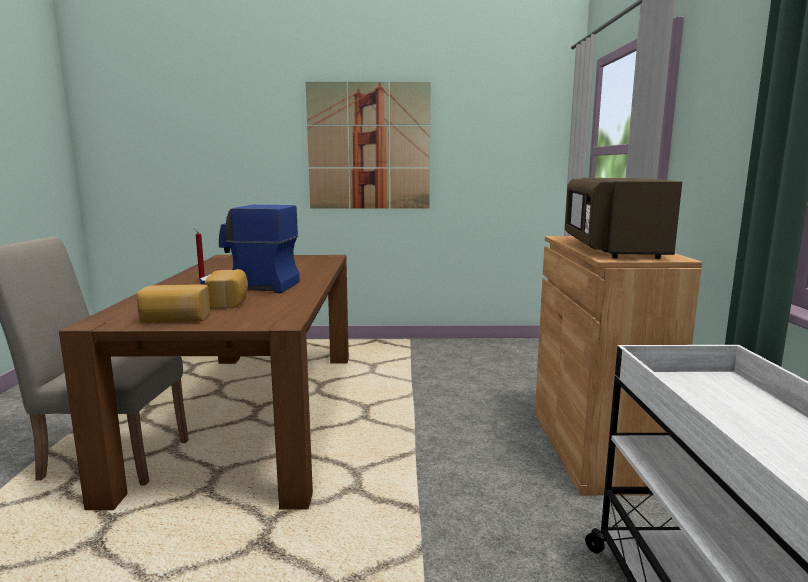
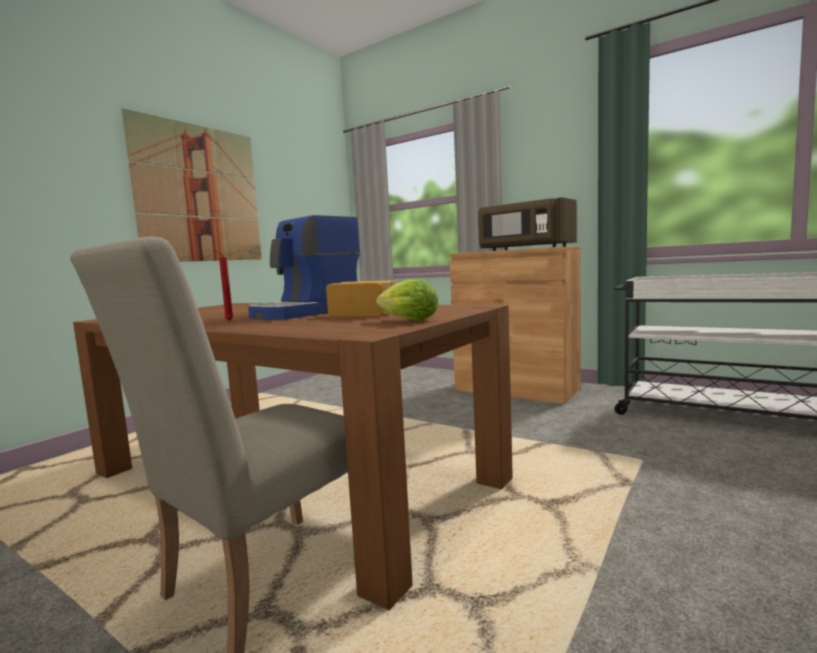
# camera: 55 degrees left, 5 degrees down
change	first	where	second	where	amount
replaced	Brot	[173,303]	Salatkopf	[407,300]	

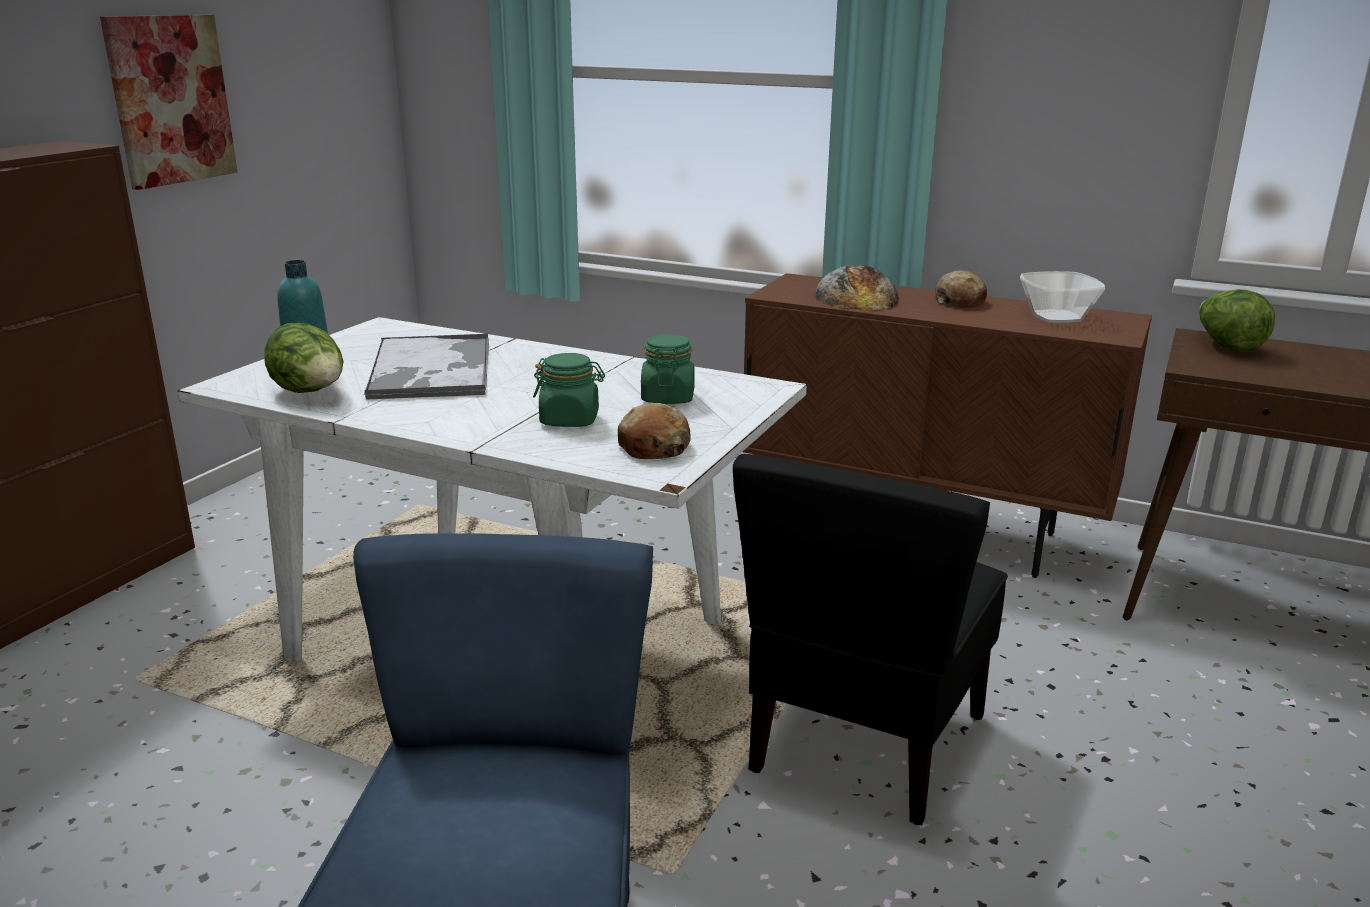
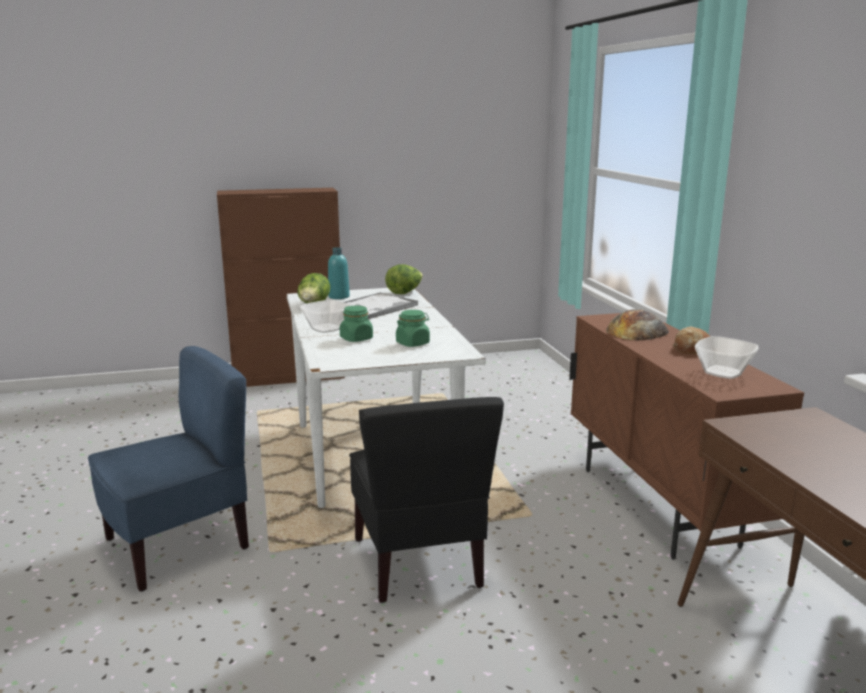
# camera: 50 degrees right, 5 degrees down
change	first	where	second	where	amount
removed	Bild	[169,102]			
moved	Salatkopf	[1237,320]		[404,279]	
removed	Brot	[654,431]			
turned	Stuhl [schwarz]	[870,640]		[426,500]	90 degrees counterclockwise
added			Schüssel	[325,316]	

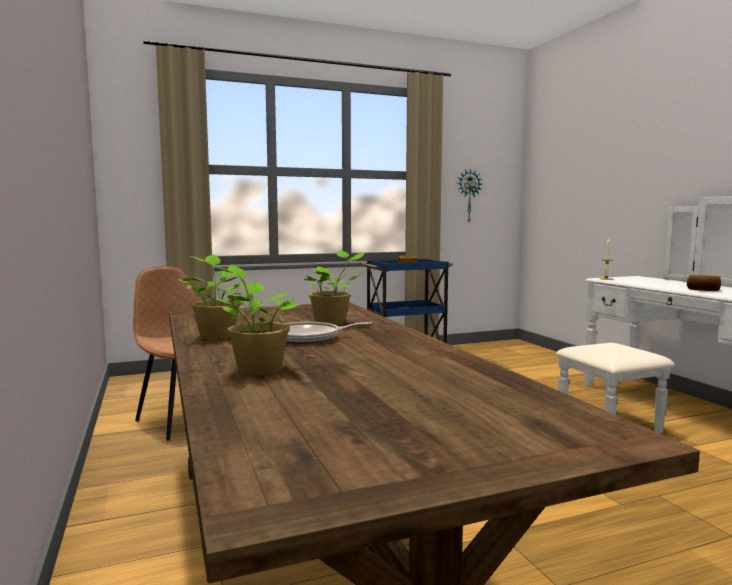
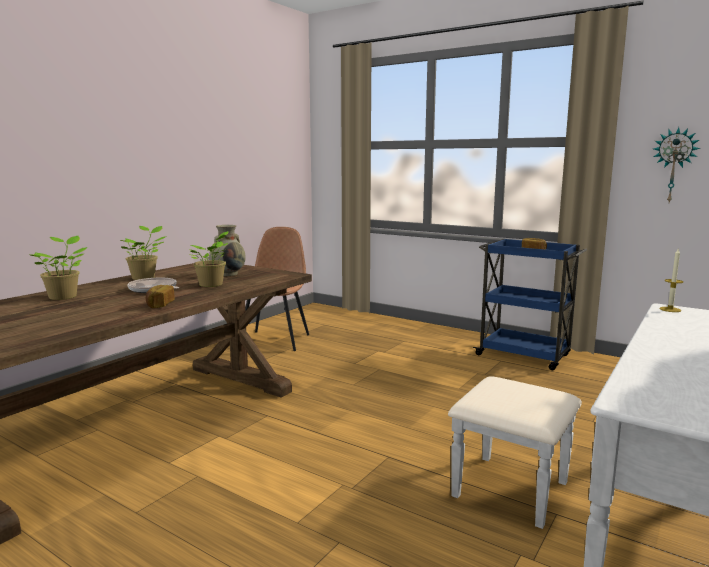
# camera: 55 degrees right, 5 degrees up
change	first	where	second	where	amount
moved	Brot	[704,283]		[160,296]	
added			Vase [beige]	[227,250]	

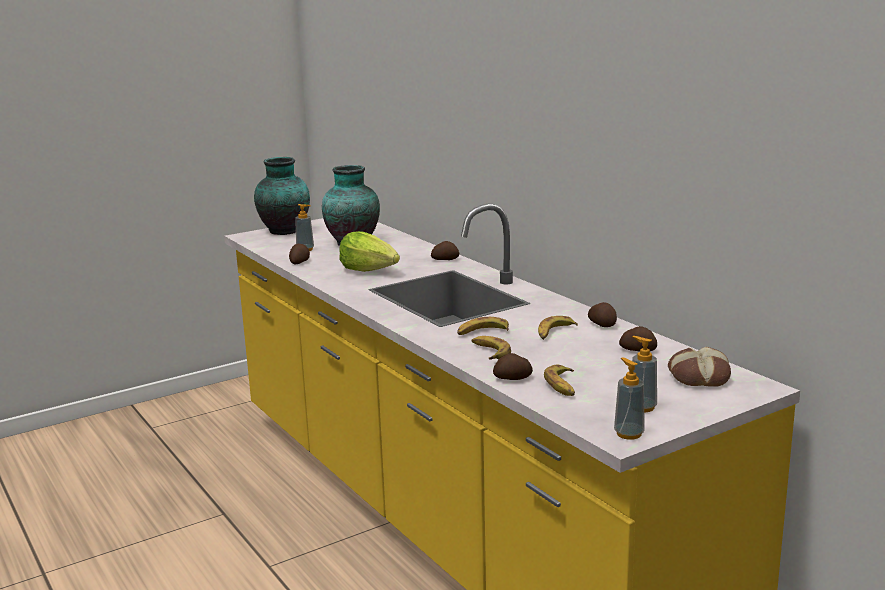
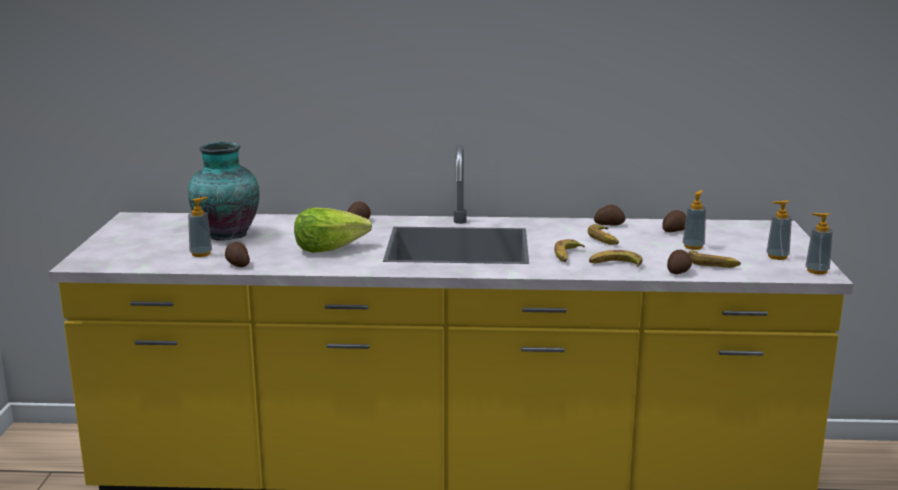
# camera: 55 degrees left, 0 degrees up
change	first	where	second	where	amount
removed	Vase	[282,196]			
removed	Brot	[699,367]			
added			Seifenspender	[694,220]	

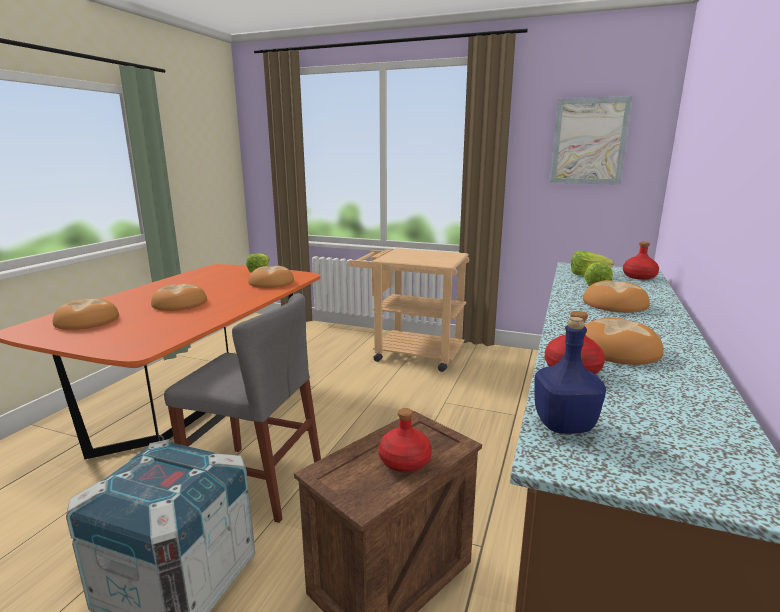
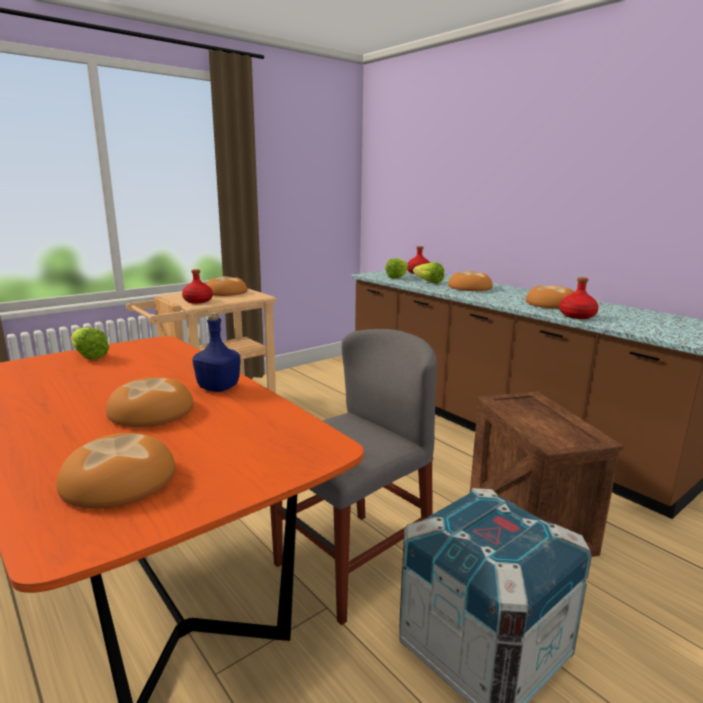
# camera: 60 degrees left, 0 degrees up
change	first	where	second	where	amount
removed	Bild	[591,140]			
moved	Brot	[271,277]		[227,286]	
moved	Flasche [blau]	[570,375]		[216,352]	
moved	Flasche [rot]	[405,440]		[197,286]	

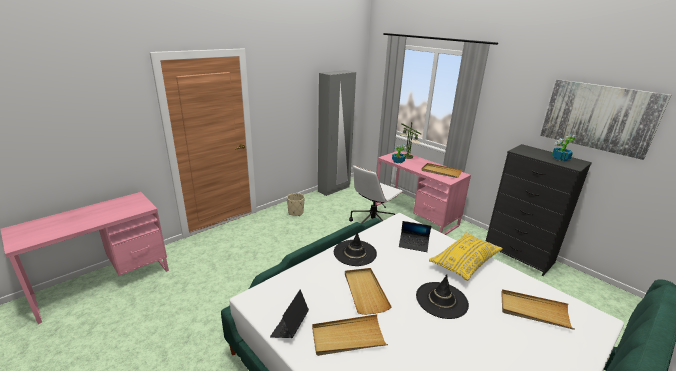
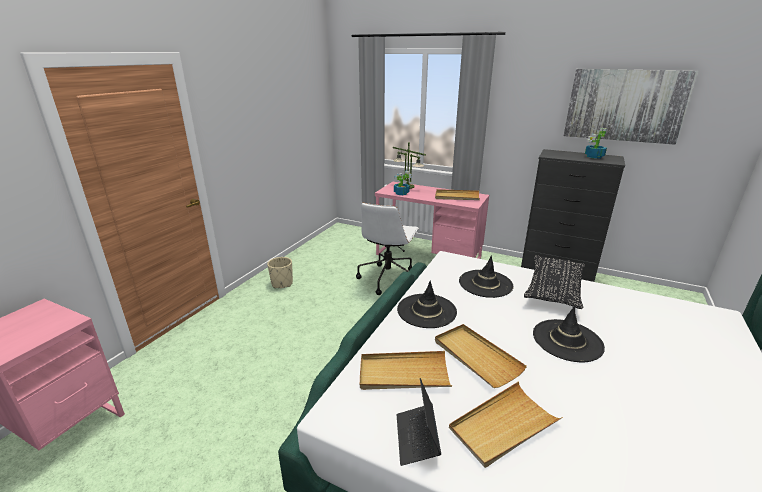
# camera: 20 degrees left, 0 degrees up
change	first	where	second	where	amount
removed	Kleiderschrank [grau]	[337,133]			
replaced	Laptop	[415,236]	Hut [schwarz]	[486,276]	
recoloured	Kissen [gelb]	[466,256]	Kissen [schwarz]	[554,282]	
moved	Tablett [beige]	[538,309]		[406,370]	

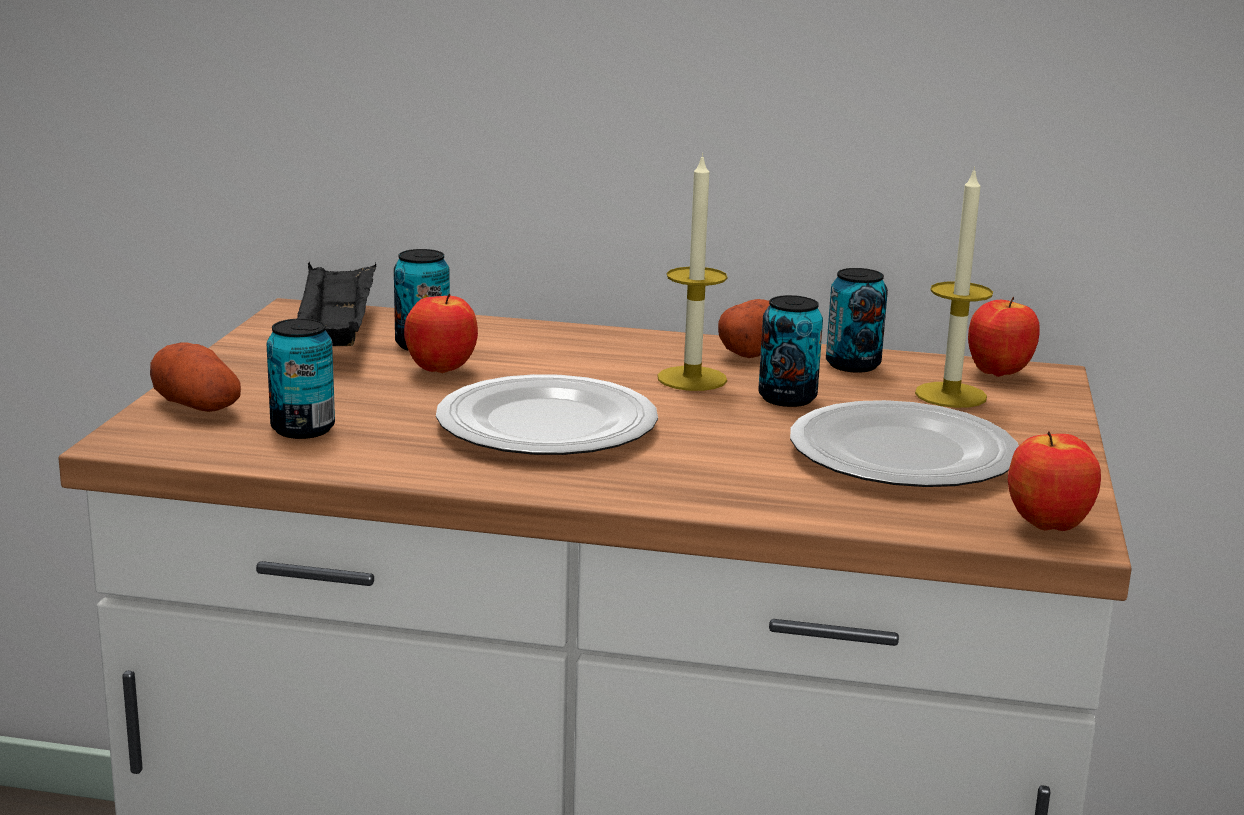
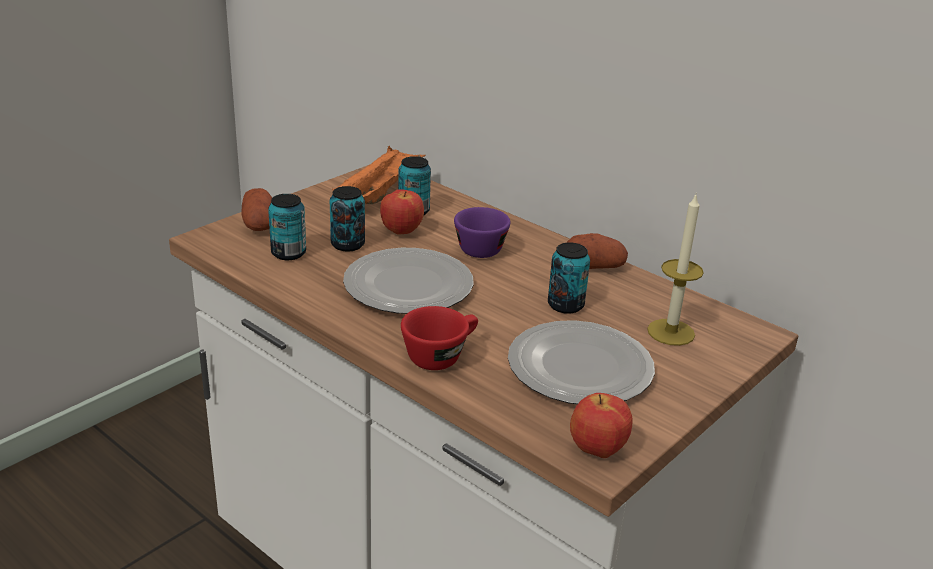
# camera: 30 degrees right, 10 degrees up
change	first	where	second	where	amount
removed	Kerze	[692,272]			
recoloured	Tablett [schwarz]	[336,304]	Tablett [orange]	[379,175]	
moved	Dose	[857,320]		[347,219]	
removed	Apfel	[1004,336]			
added			Tasse [lila]	[482,232]	
added			Tasse [rot]	[439,338]	

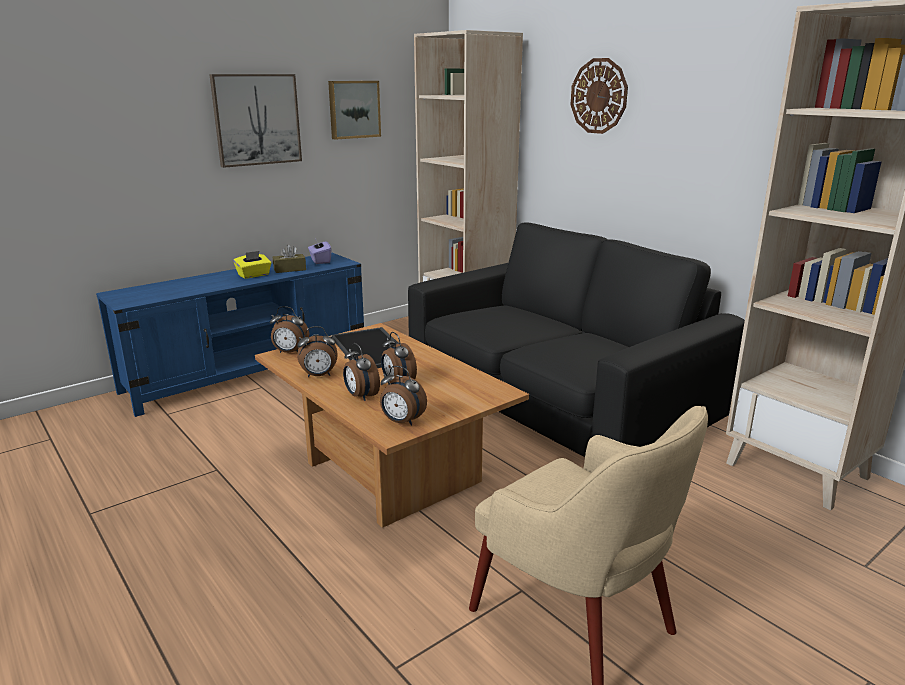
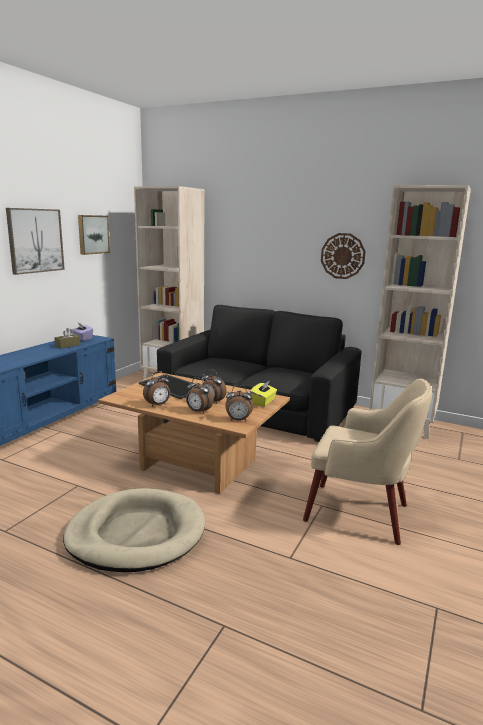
# camera: 25 degrees left, 5 degrees down
change	first	where	second	where	amount
moved	Wanduhr	[599,96]		[343,256]	
moved	Taschentuchbox [gelb]	[252,265]		[263,394]	
removed	Wecker	[289,329]			
added			Hundebett [beige]	[134,530]	

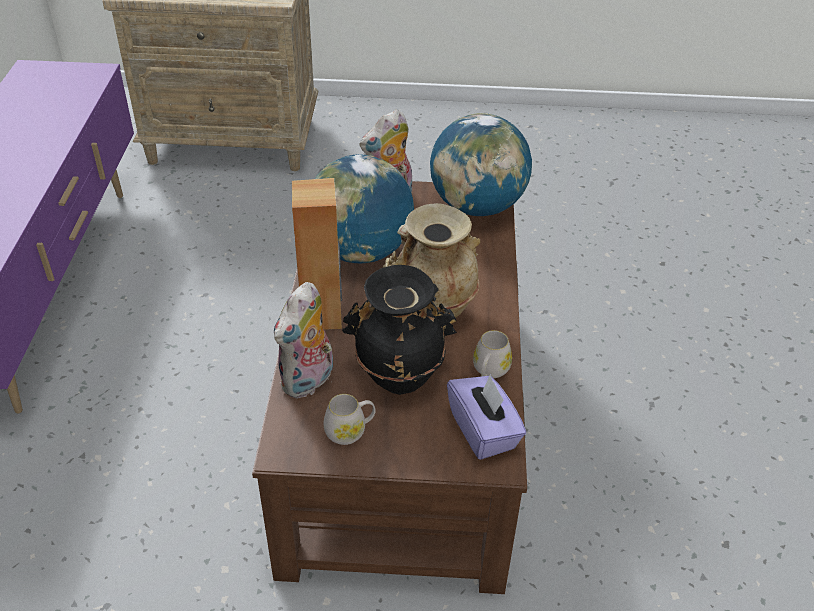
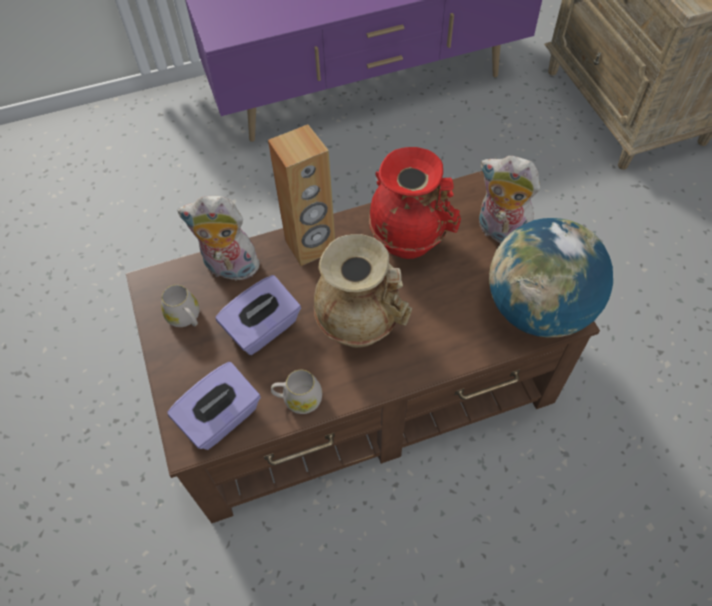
# camera: 70 degrees right, 15 degrees up
change	first	where	second	where	amount
replaced	Globus	[364,208]	Vase [rot]	[415,203]	
replaced	Vase [schwarz]	[399,330]	Taschentuchbox [lila]	[258,315]	

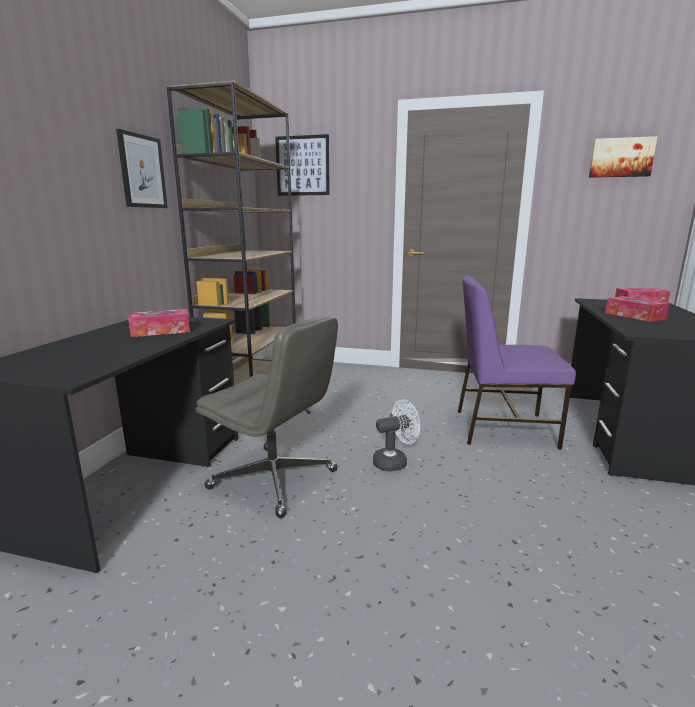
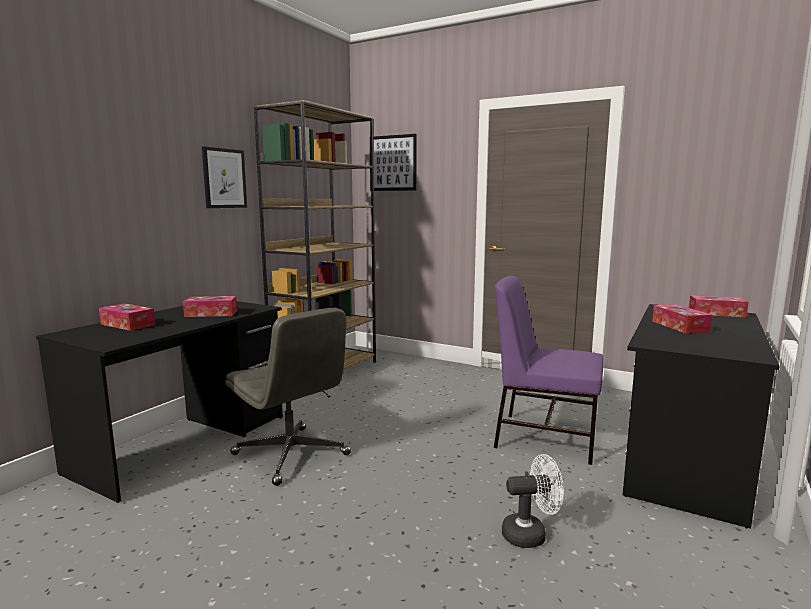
# camera: 15 degrees right, 5 degrees down
change	first	where	second	where	amount
removed	Bild	[623,157]			
moved	Ventilator [weiß]	[396,435]		[533,501]	
added			Taschentuchbox	[127,317]	

